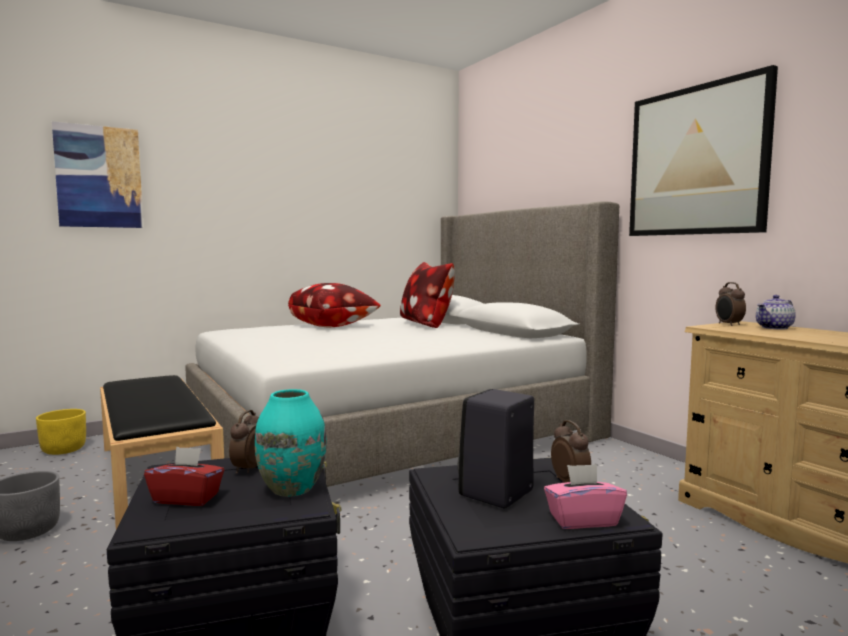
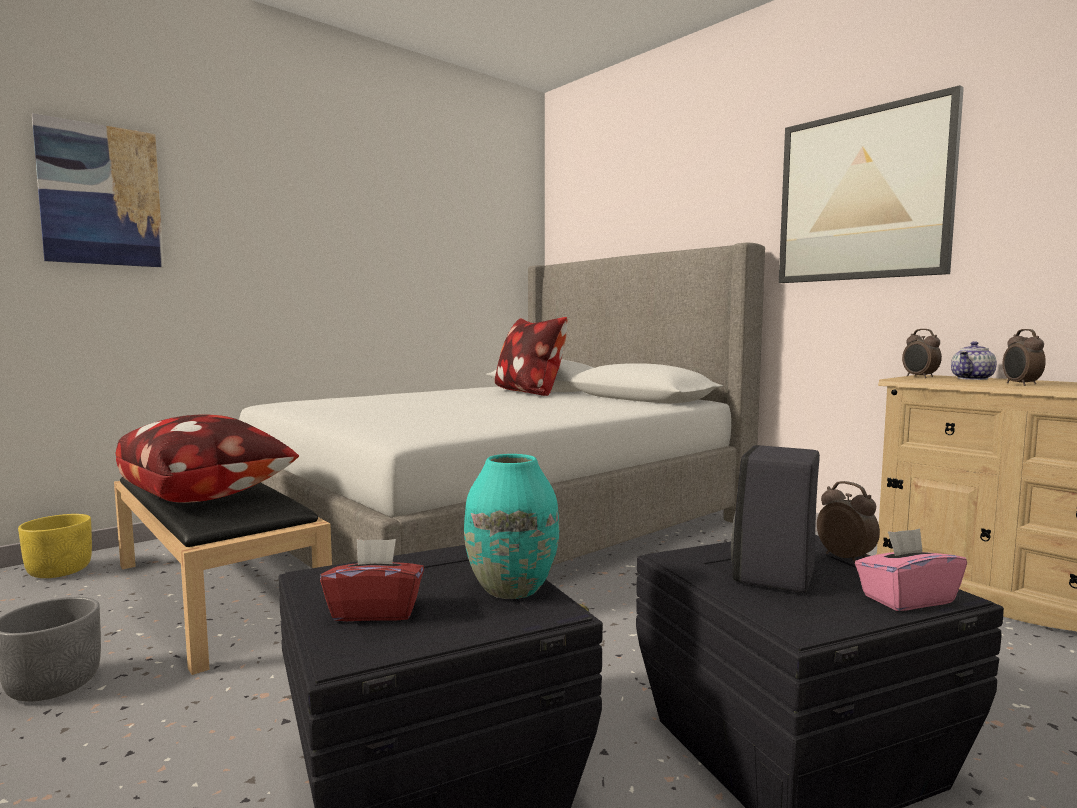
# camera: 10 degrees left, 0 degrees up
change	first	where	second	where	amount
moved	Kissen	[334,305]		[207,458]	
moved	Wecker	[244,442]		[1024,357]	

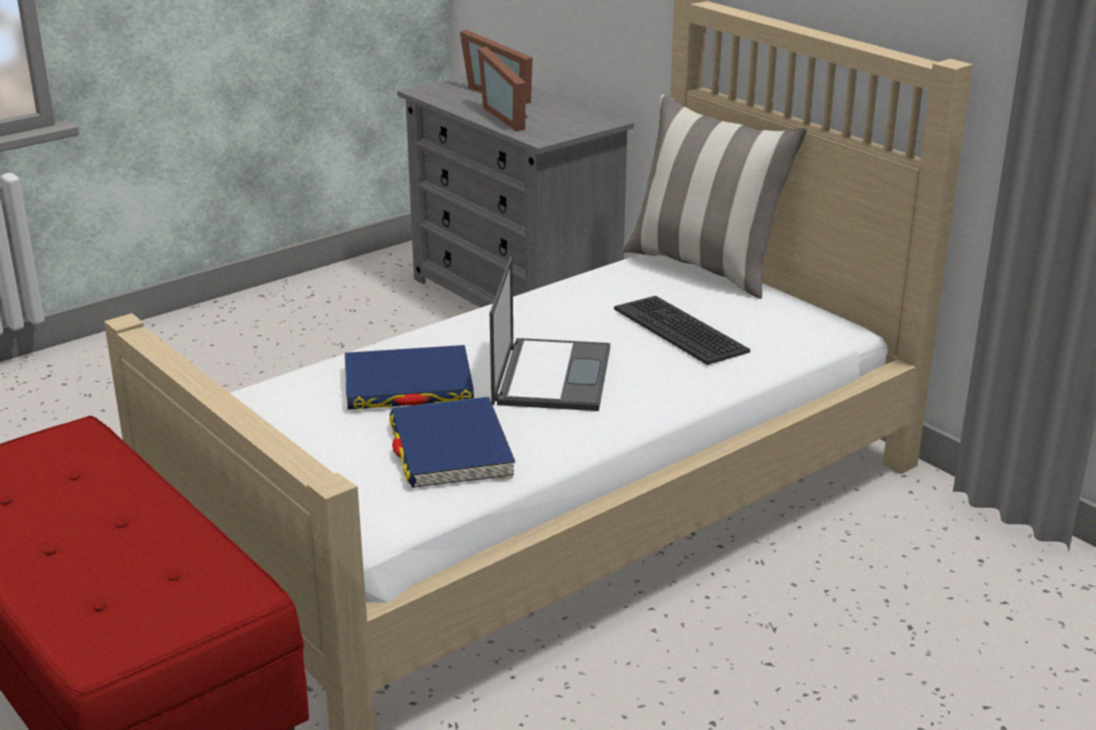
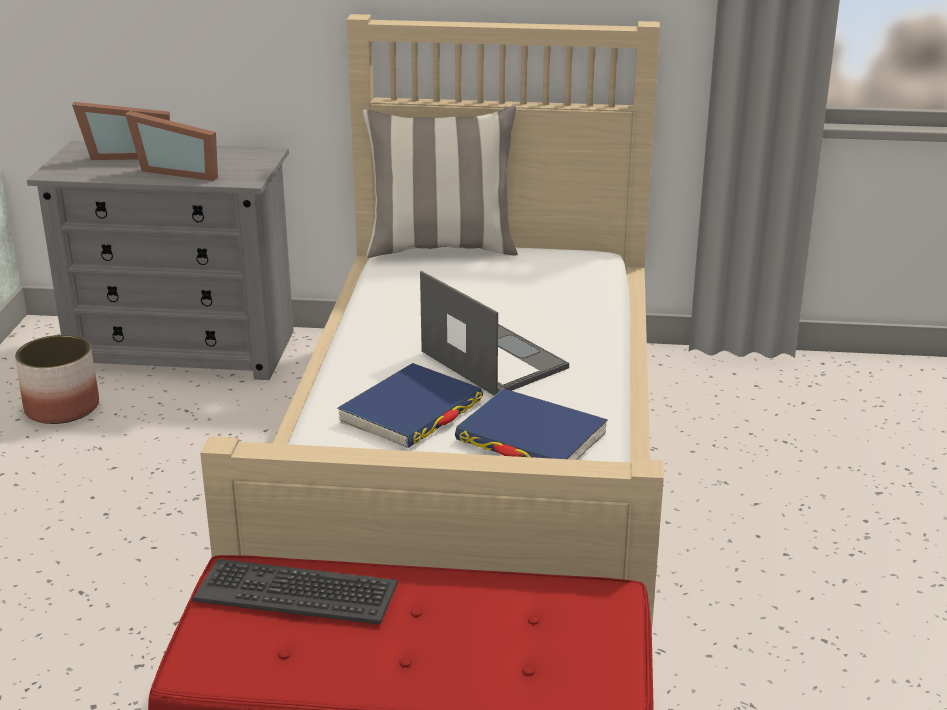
# camera: 45 degrees left, 0 degrees up
change	first	where	second	where	amount
moved	Tastatur	[682,330]		[295,592]	
added			Pflanzkübel	[57,379]	

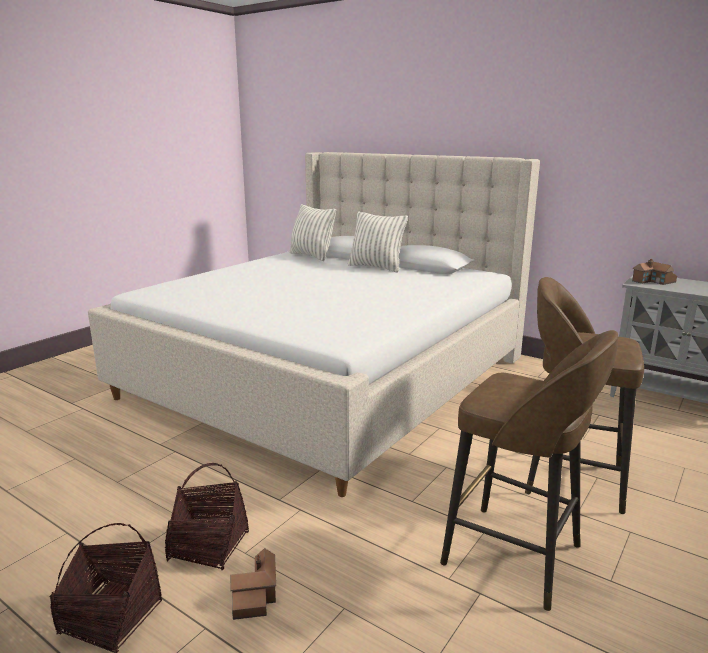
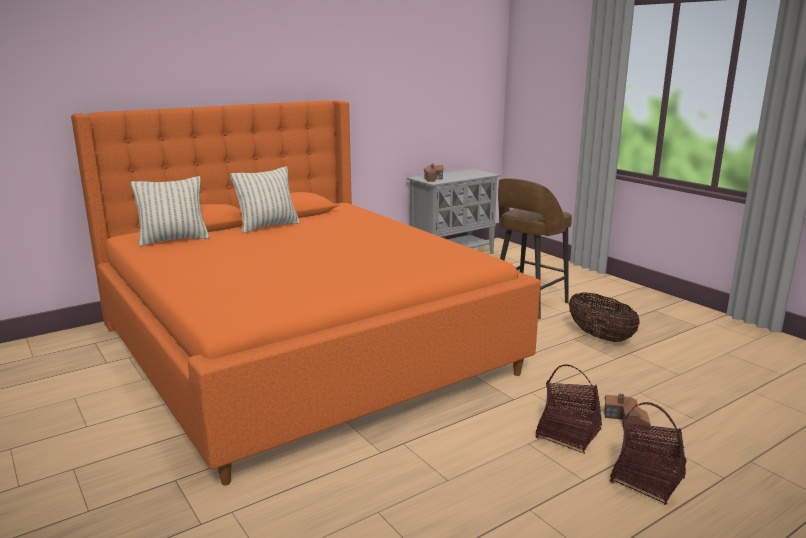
# camera: 70 degrees left, 0 degrees up
change	first	where	second	where	amount
recoloured	Bett [beige]	[314,324]	Bett [orange]	[306,292]	
replaced	Hocker [braun]	[529,470]	Korb	[604,317]	

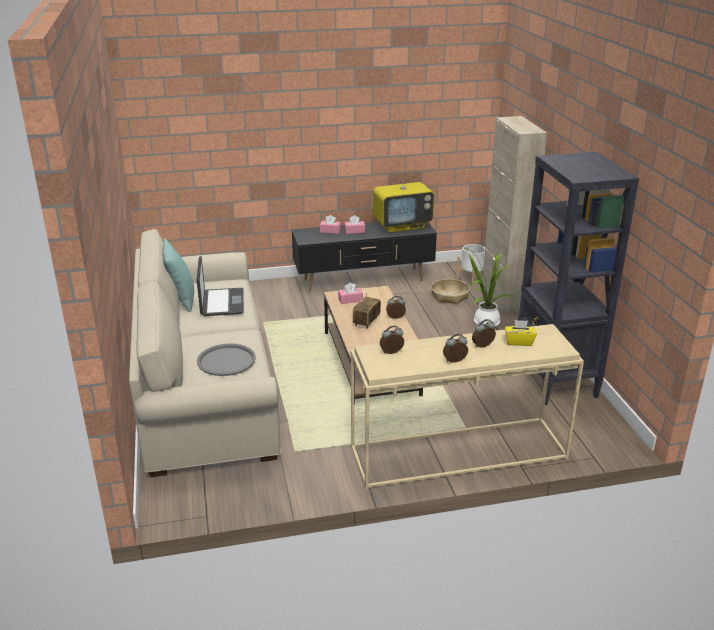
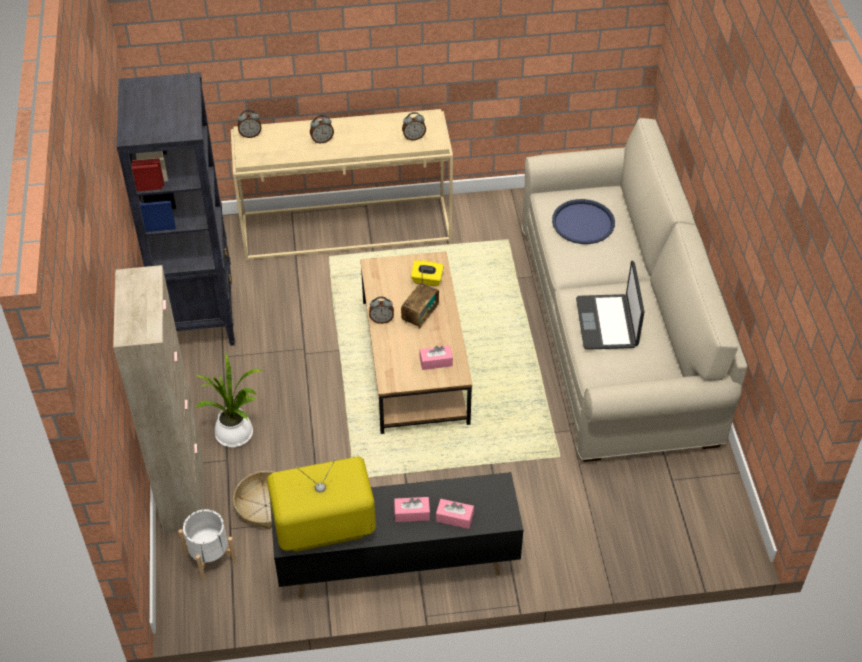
# camera: 175 degrees left, 20 degrees up
change	first	where	second	where	amount
removed	Kissen [türkis]	[178,275]			
moved	Taschentuchbox [gelb]	[521,333]		[427,273]	
moved	Wecker	[455,348]		[249,124]	
recoloured	Tablett [grau]	[226,360]	Tablett [blau]	[583,221]	

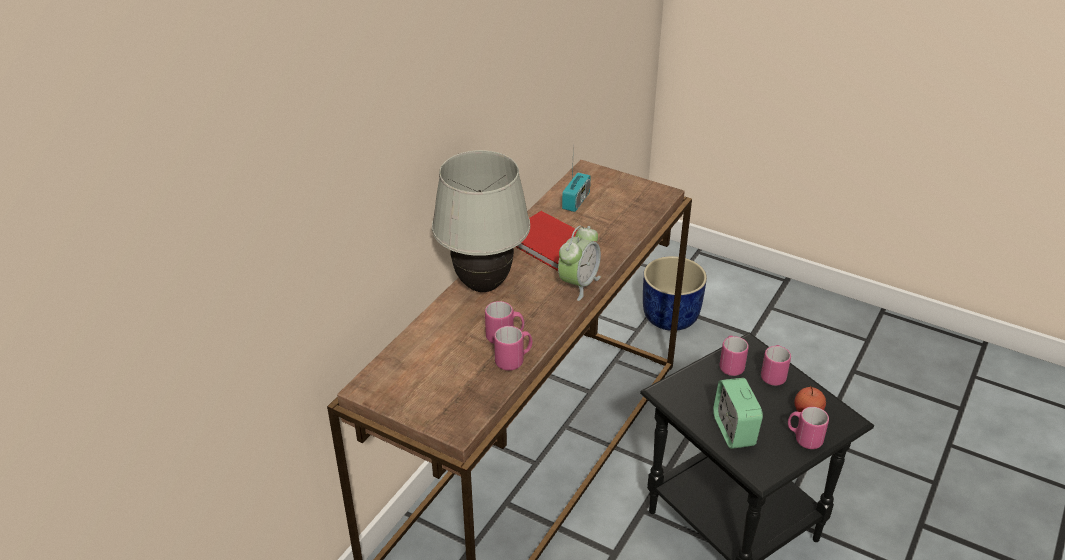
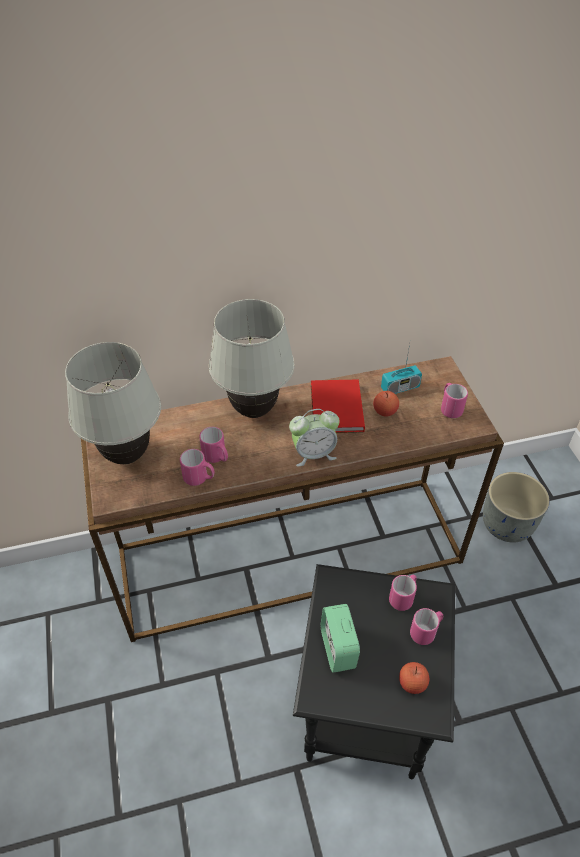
# camera: 45 degrees right, 10 degrees up
change	first	where	second	where	amount
recoloured	Pflanzkübel [blau]	[675,293]	Pflanzkübel [grau]	[516,507]	
turned	Wecker	[738,413]		[340,638]	45 degrees counterclockwise
moved	Henkelbecher [rosa]	[808,428]		[454,400]	
added			Tischlampe [weiß]	[113,403]	
added			Apfel	[386,404]	

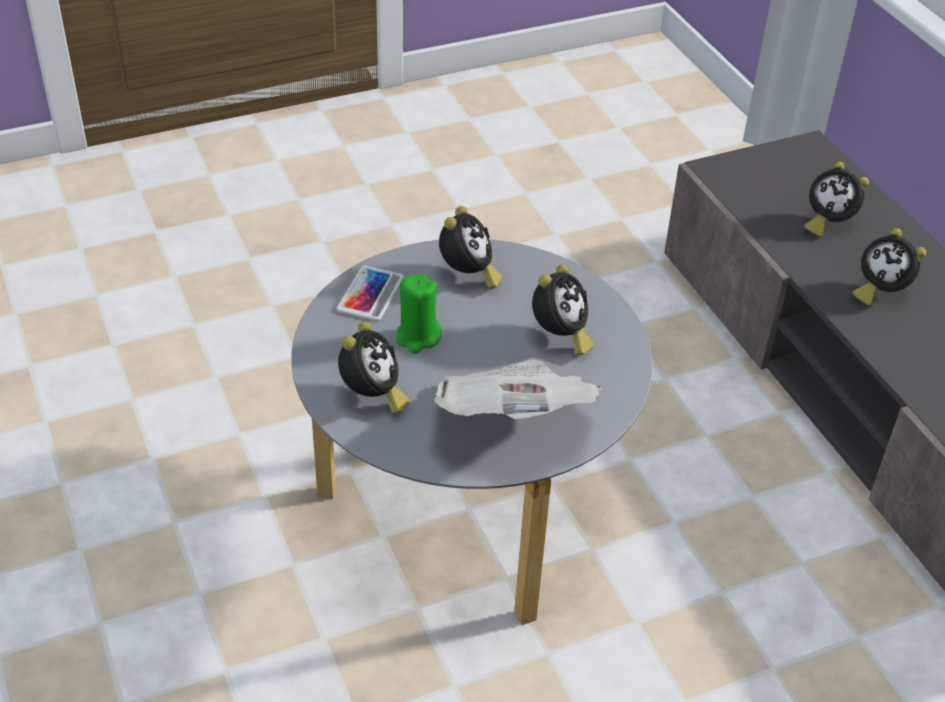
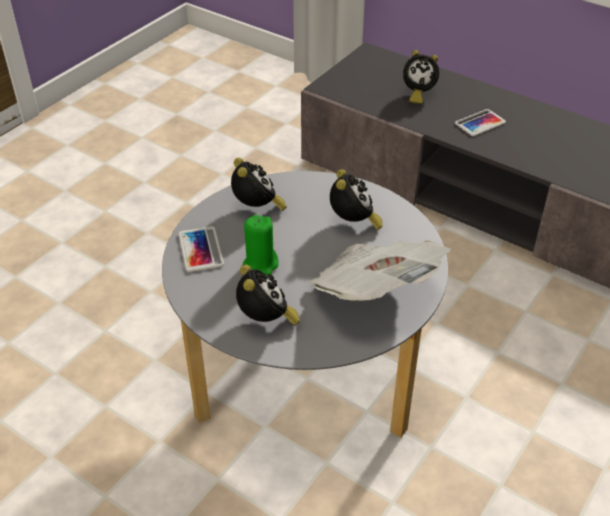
# camera: 30 degrees left, 0 degrees up
change	first	where	second	where	amount
replaced	Wecker	[889,267]	Handy	[480,122]	

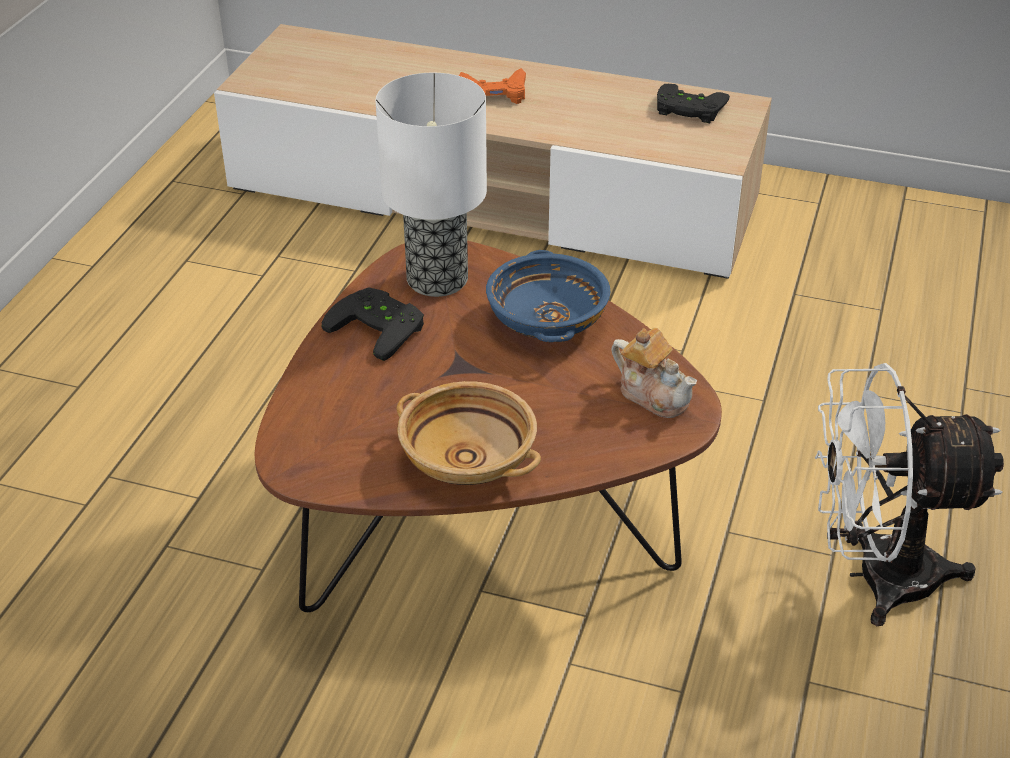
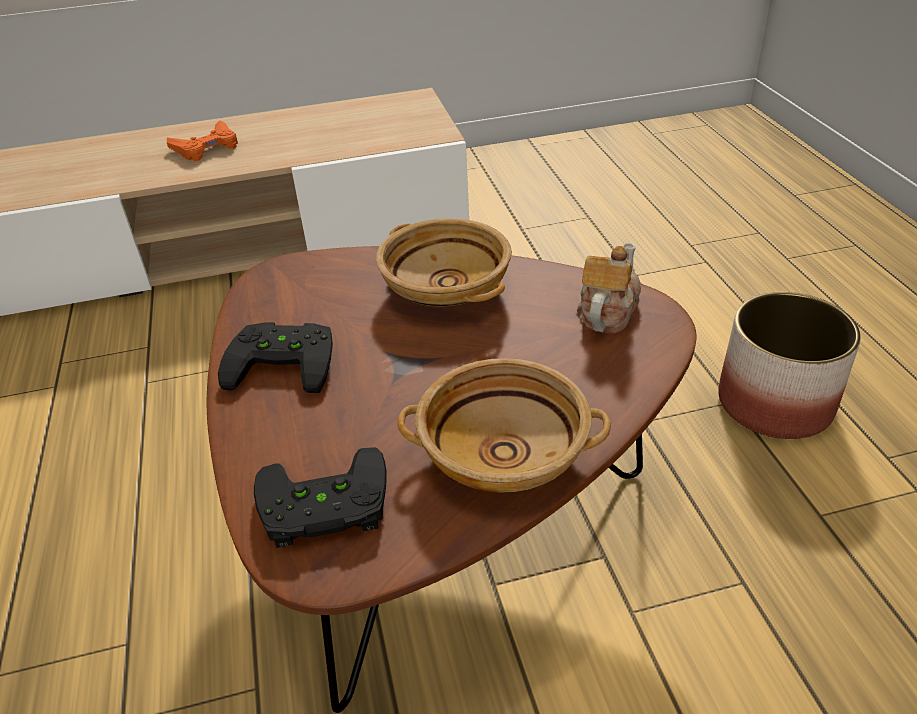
# camera: 30 degrees left, 0 degrees up
change	first	where	second	where	amount
removed	Tischlampe	[431,185]			
moved	Gamepad [schwarz]	[693,103]		[320,497]	
recoloured	Schüssel [blau]	[548,296]	Schüssel [beige]	[444,262]	
turned	Teekanne	[654,373]		[609,288]	75 degrees counterclockwise
replaced	Ventilator [weiß]	[909,494]	Pflanzkübel	[789,365]	

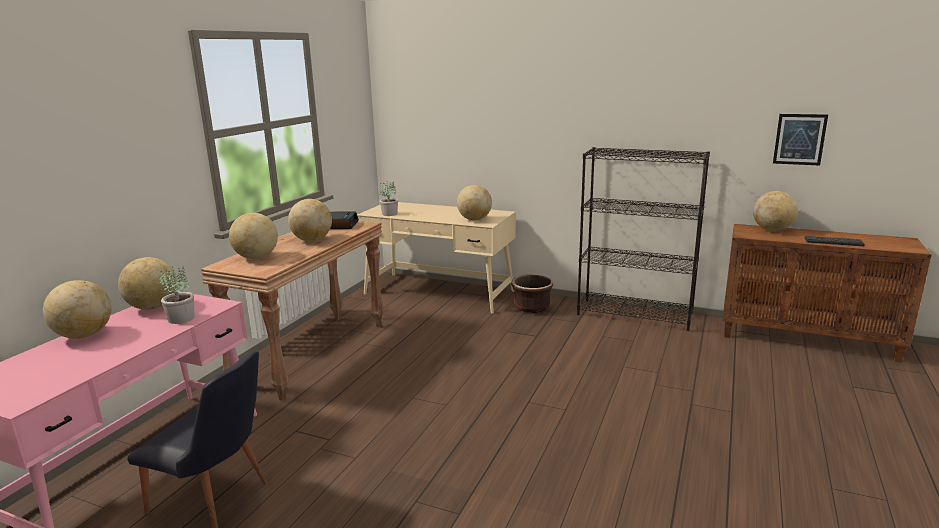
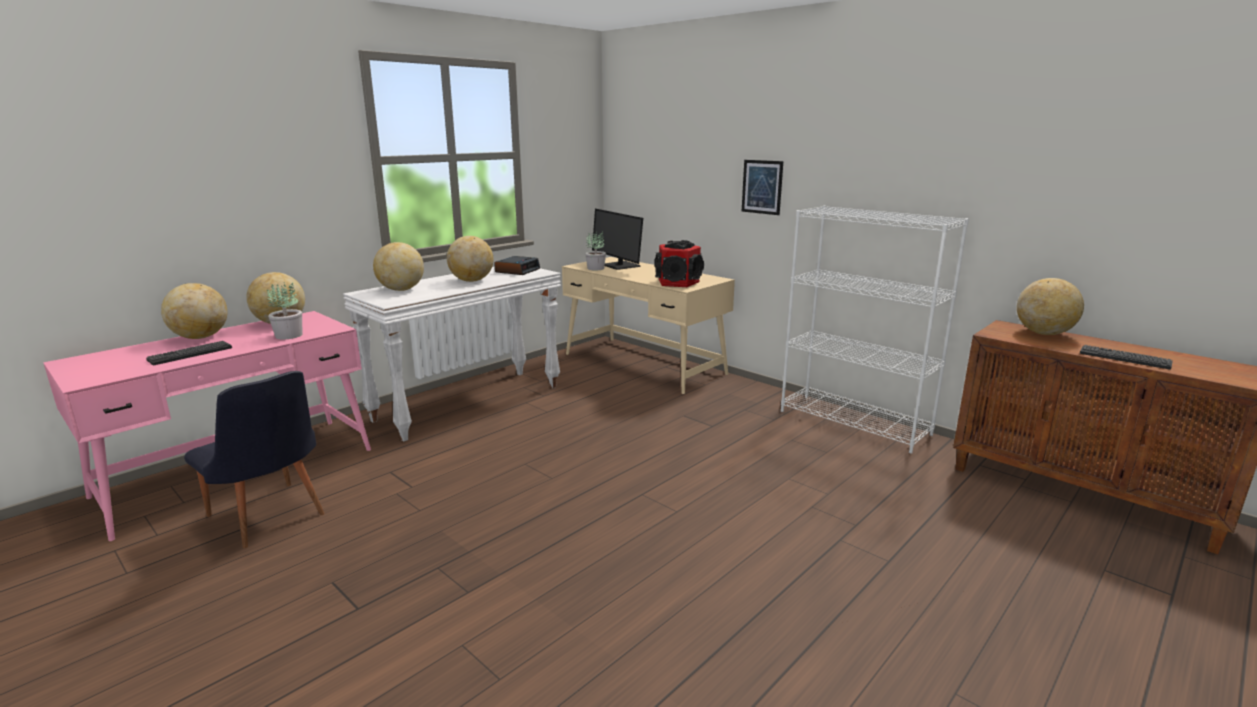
# camera: 20 degrees right, 0 degrees up
change	first	where	second	where	amount
moved	Bild	[800,140]		[762,187]	
recoloured	Bücherregal [schwarz]	[643,239]	Bücherregal [weiß]	[875,330]	
replaced	Globus	[474,202]	Lautsprecher	[679,263]	
recoloured	Konsolentisch [braun]	[292,311]	Konsolentisch [weiß]	[452,354]	
removed	Pflanzkübel [braun]	[532,293]			
added			Monitor	[617,239]	
added			Tastatur	[189,353]	

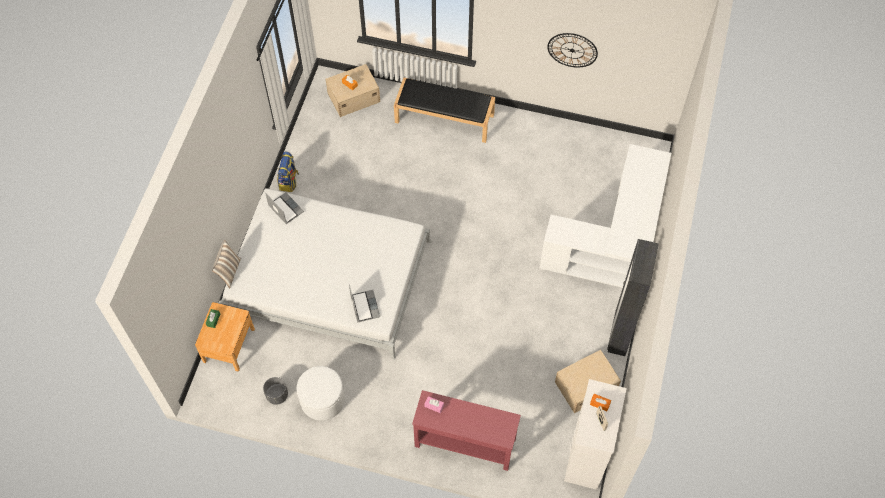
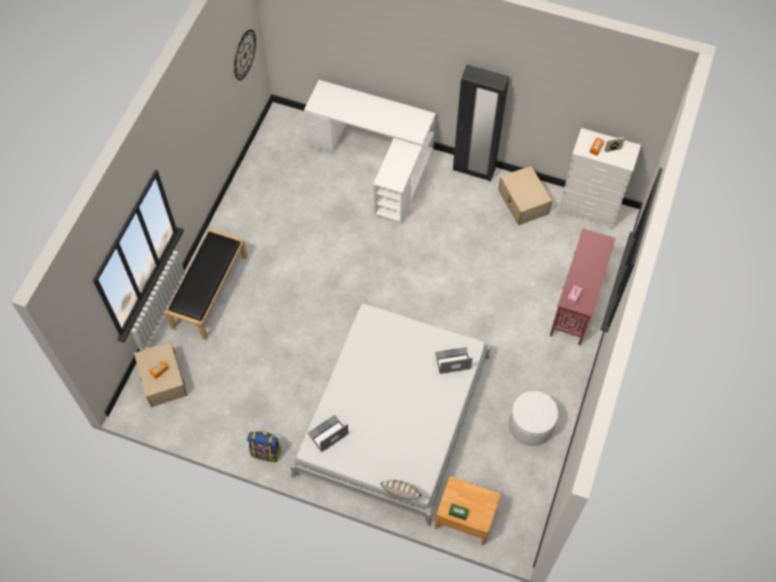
# camera: 85 degrees left, 0 degrees up
change	first	where	second	where	amount
moved	Wanduhr	[572,50]		[245,54]	
removed	Pflanzkübel [grau]	[275,391]			

